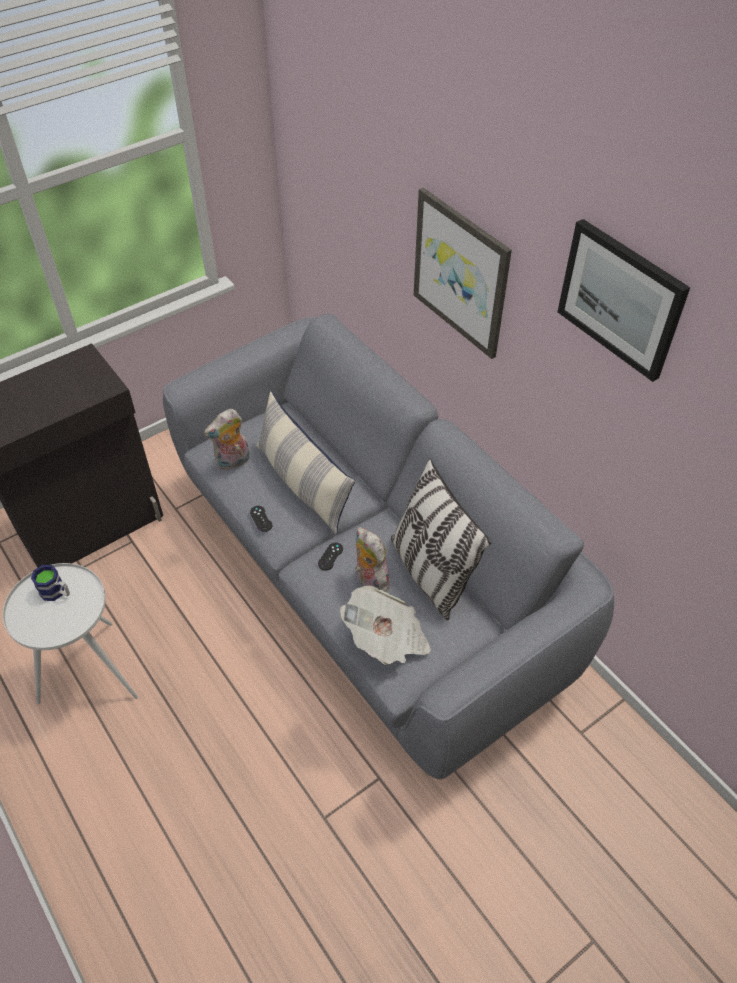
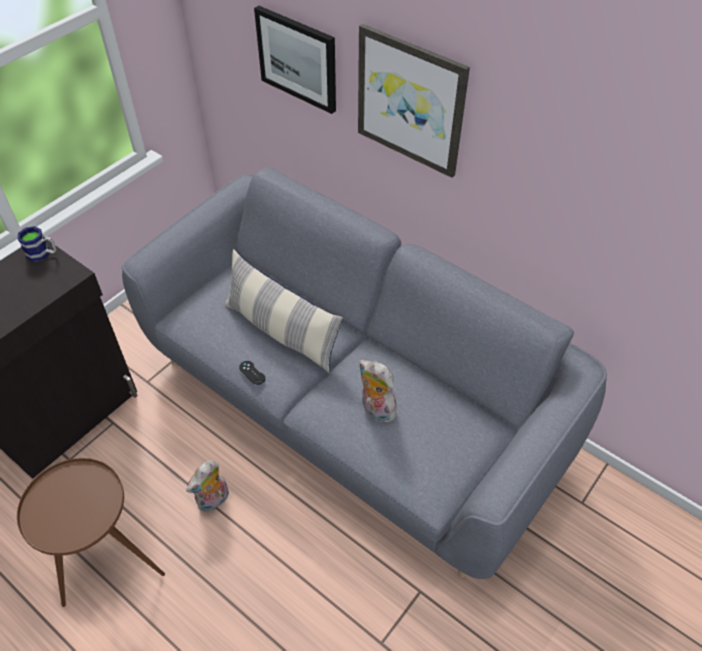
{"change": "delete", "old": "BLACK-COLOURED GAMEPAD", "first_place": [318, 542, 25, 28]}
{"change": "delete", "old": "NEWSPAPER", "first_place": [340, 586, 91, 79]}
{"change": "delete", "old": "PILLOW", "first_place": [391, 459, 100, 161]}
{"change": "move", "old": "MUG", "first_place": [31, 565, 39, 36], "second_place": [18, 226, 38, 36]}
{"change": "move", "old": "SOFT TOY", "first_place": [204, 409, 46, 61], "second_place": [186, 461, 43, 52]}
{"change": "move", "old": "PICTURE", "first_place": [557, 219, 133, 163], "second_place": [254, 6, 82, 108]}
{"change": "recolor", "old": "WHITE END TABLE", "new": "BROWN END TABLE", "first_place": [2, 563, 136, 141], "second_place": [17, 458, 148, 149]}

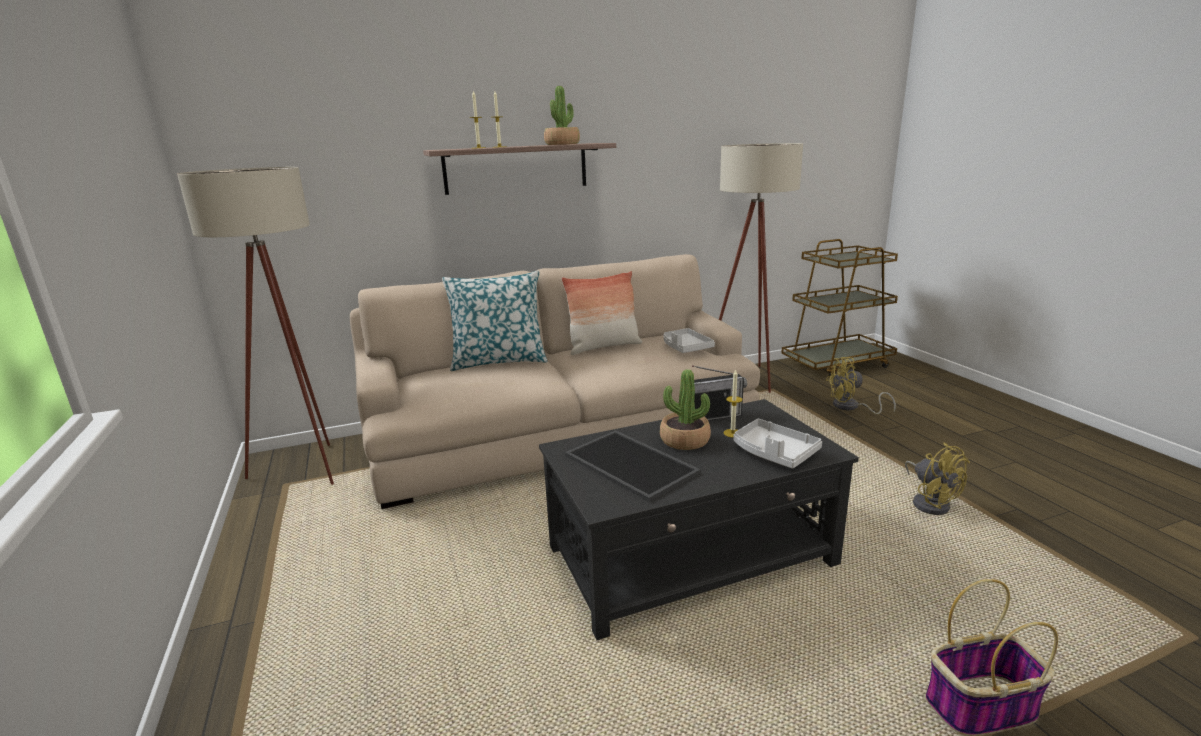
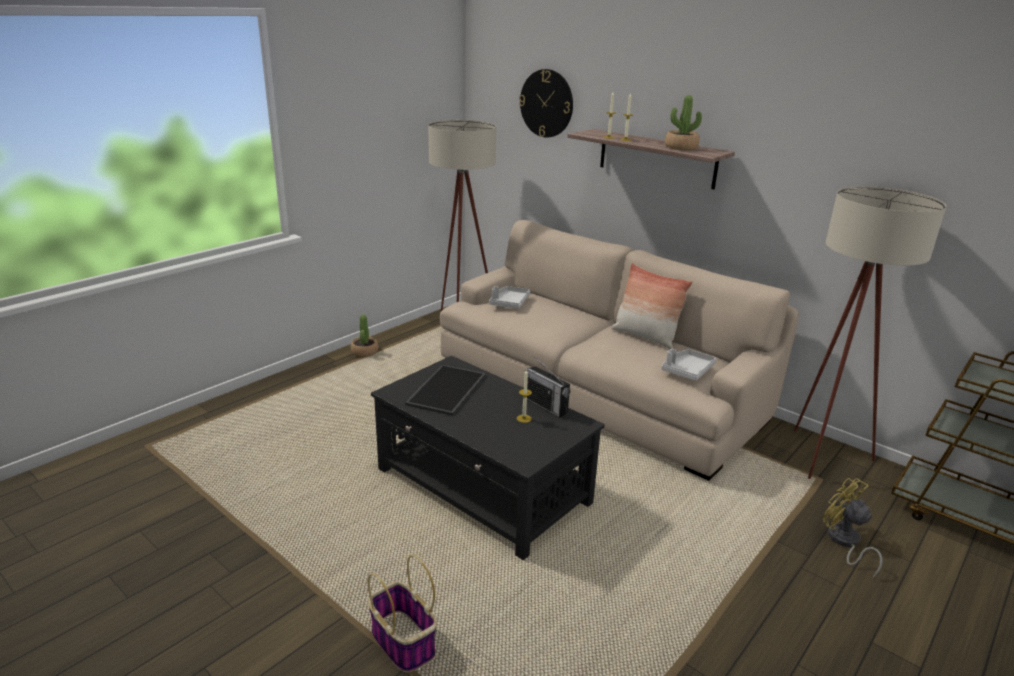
{"change": "delete", "old": "PILLOW", "first_place": [442, 271, 106, 100]}
{"change": "delete", "old": "YELLOWISH COOLING FAN", "first_place": [905, 442, 65, 73]}
{"change": "insert", "new": "CLOCK ON THE WALL", "second_place": [519, 69, 54, 69]}
{"change": "move", "old": "HOUSEPLANT", "first_place": [660, 369, 51, 81], "second_place": [351, 315, 27, 42]}
{"change": "move", "old": "GRAY CARRYING TRAY", "first_place": [734, 419, 88, 50], "second_place": [489, 286, 41, 23]}

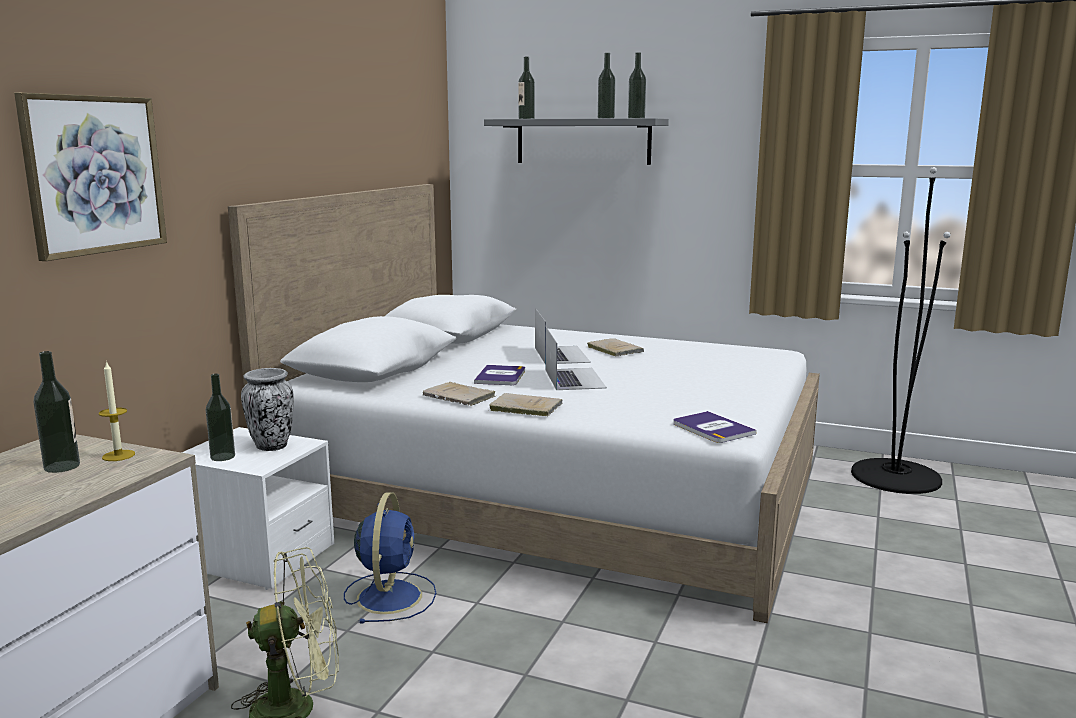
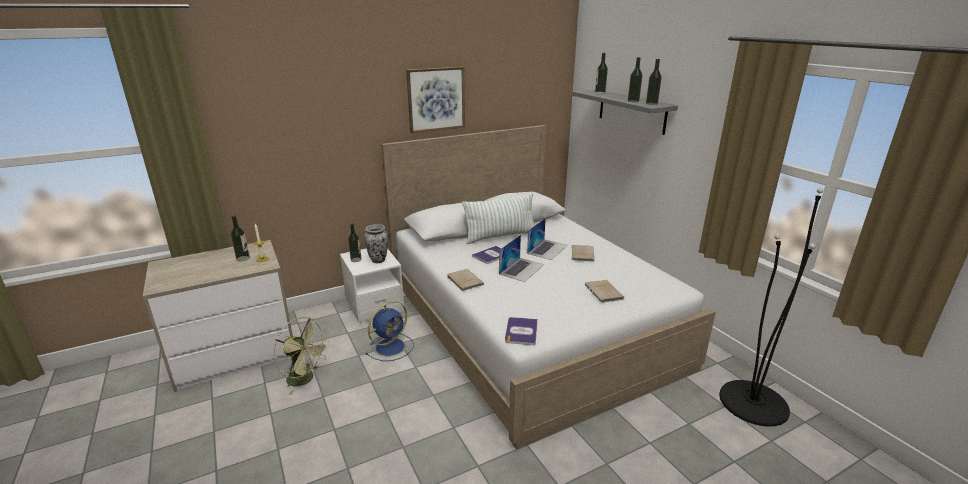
{"change": "insert", "new": "PILLOW", "second_place": [462, 193, 73, 51]}
{"change": "move", "old": "PICTURE", "first_place": [14, 92, 153, 169], "second_place": [406, 67, 59, 66]}
{"change": "move", "old": "BEIGE-COLOURED VOLUME", "first_place": [423, 382, 72, 24], "second_place": [585, 280, 39, 23]}

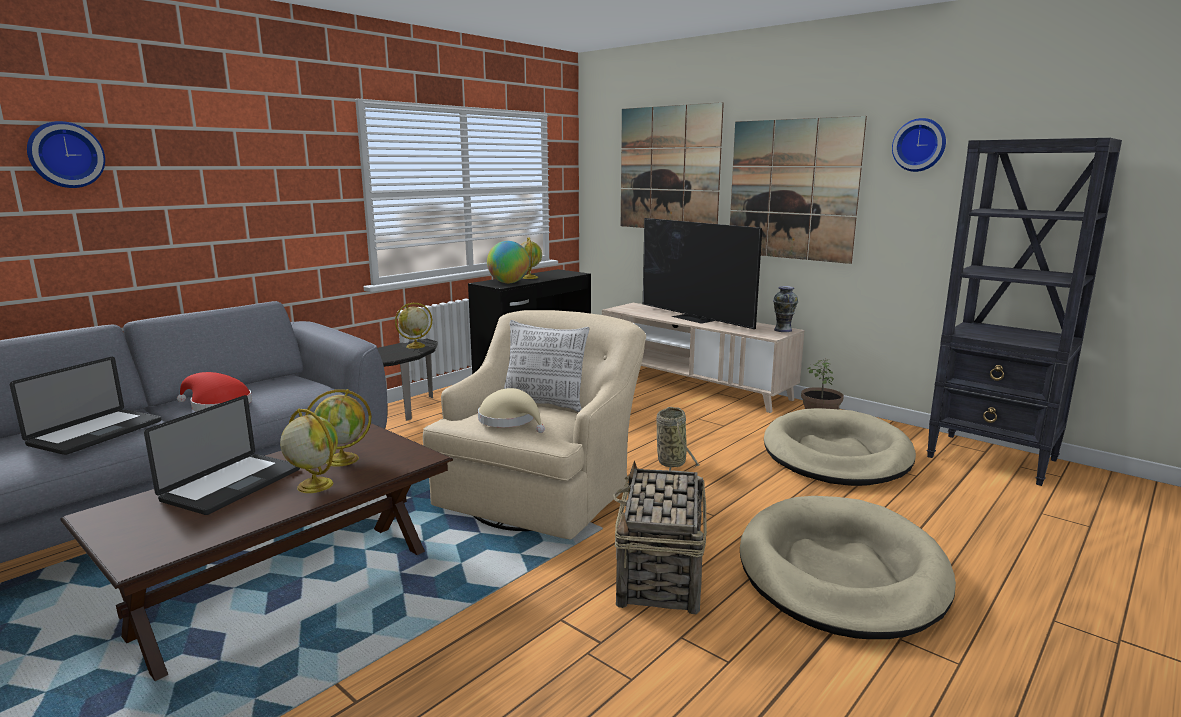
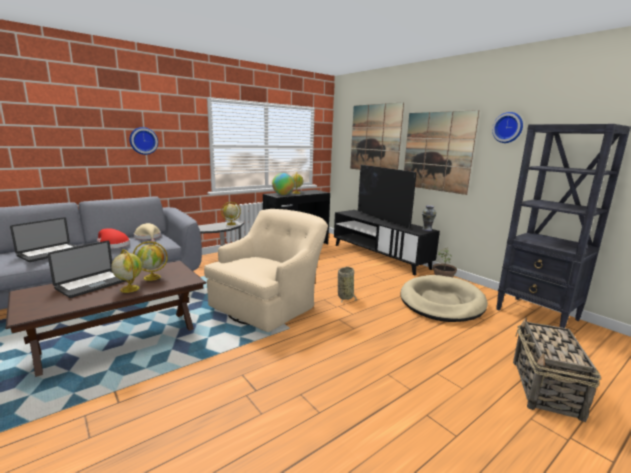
{"change": "delete", "old": "PILLOW", "first_place": [504, 320, 86, 92]}
{"change": "delete", "old": "BEIGE-COLOURED PET BED", "first_place": [740, 496, 216, 143]}
{"change": "move", "old": "CLOCK ON THE WALL", "first_place": [27, 121, 78, 67], "second_place": [130, 127, 28, 28]}
{"change": "move", "old": "BEIGE-COLOURED HAT", "first_place": [478, 388, 67, 45], "second_place": [134, 223, 27, 19]}
{"change": "move", "old": "STORAGE BASKET", "first_place": [613, 460, 94, 155], "second_place": [513, 318, 88, 104]}
{"change": "recolor", "old": "BEIGE-COLOURED TV STAND", "new": "BLACK-COLOURED TV STAND", "first_place": [602, 303, 202, 110], "second_place": [334, 210, 106, 65]}

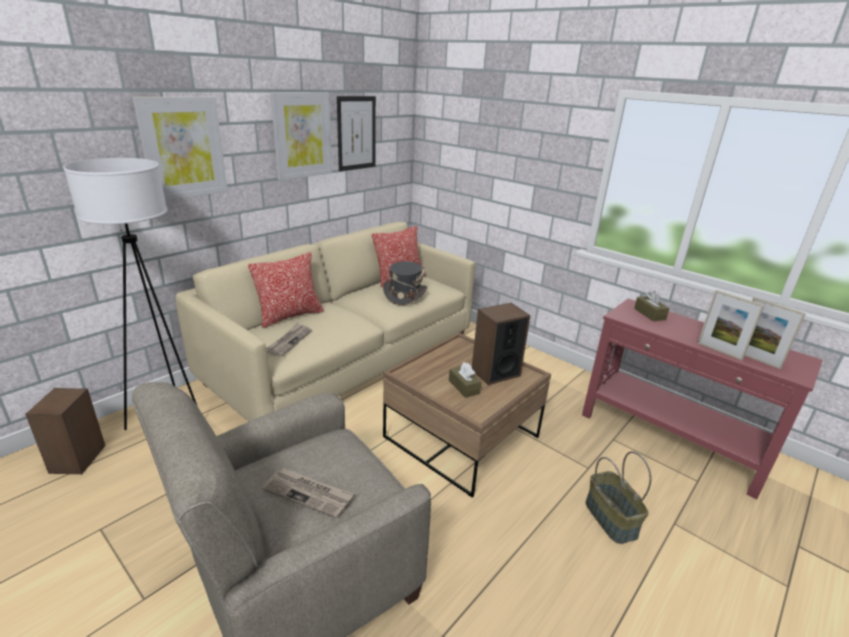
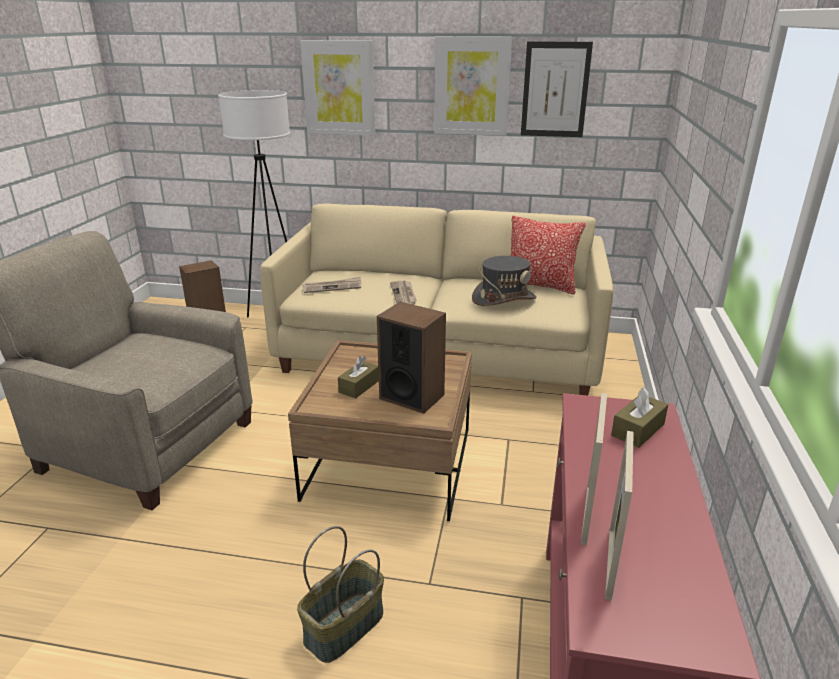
{"change": "delete", "old": "PILLOW", "first_place": [248, 252, 75, 76]}
{"change": "move", "old": "NEWSPAPER", "first_place": [262, 468, 92, 50], "second_place": [390, 281, 27, 24]}

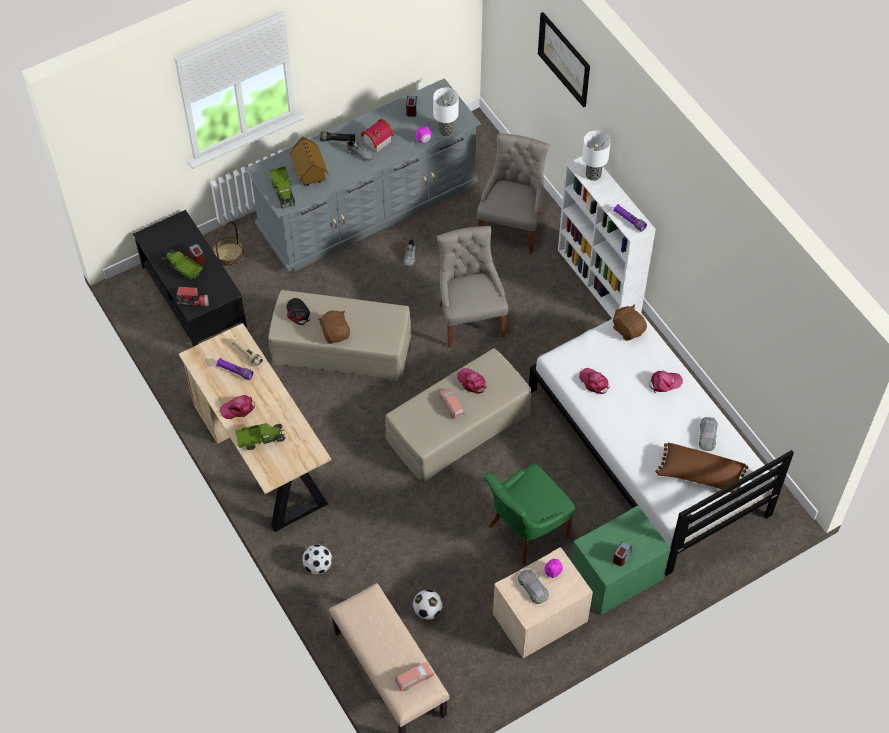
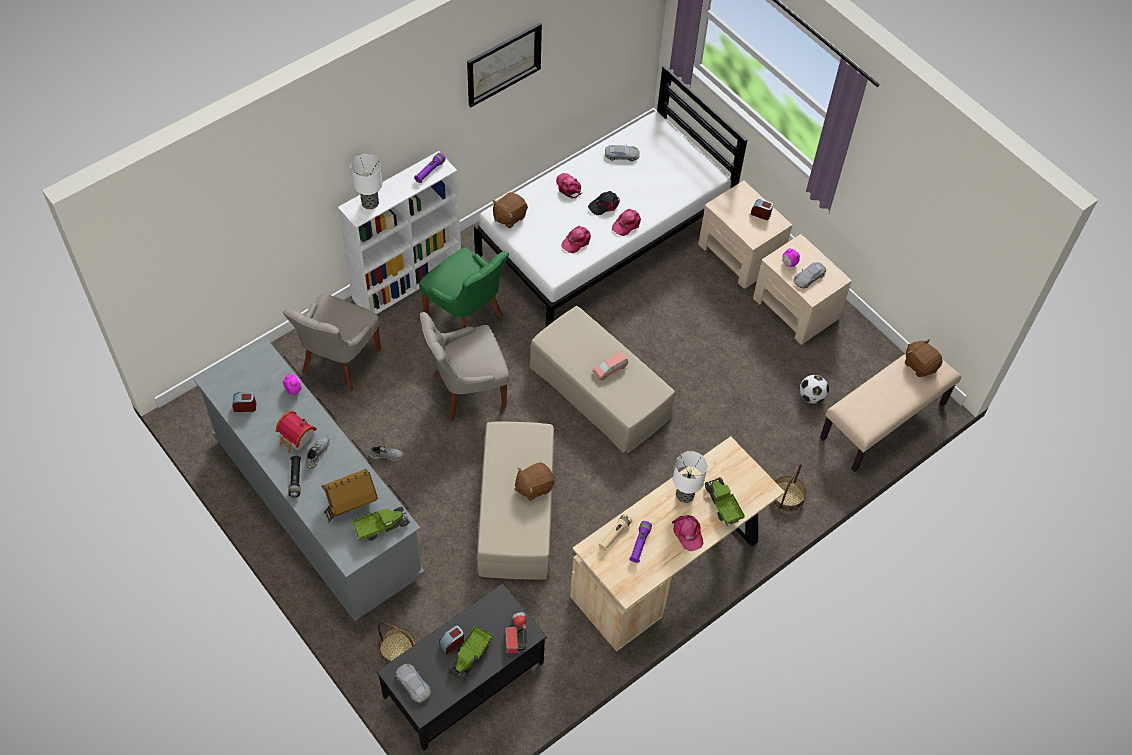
{"change": "delete", "old": "BROWN PILLOW", "first_place": [655, 443, 94, 50]}
{"change": "insert", "new": "GRAY TOY CAR", "second_place": [396, 664, 35, 39]}
{"change": "move", "old": "BLACK-COLOURED BASEBALL CAP", "first_place": [287, 298, 23, 27], "second_place": [588, 191, 32, 24]}
{"change": "move", "old": "TABLETOP LAMP", "first_place": [433, 87, 26, 49], "second_place": [673, 451, 34, 52]}
{"change": "move", "old": "PINK BASEBALL CAP", "first_place": [457, 368, 31, 26], "second_place": [612, 209, 29, 27]}
{"change": "move", "old": "GREEN PLAIN CHAIR", "first_place": [484, 463, 92, 102], "second_place": [419, 248, 90, 81]}
{"change": "move", "old": "PICTURE", "first_place": [538, 12, 52, 95], "second_place": [467, 22, 75, 86]}
{"change": "replace", "old": "FOOTBALL", "new": "STORAGE BASKET", "first_place": [302, 544, 30, 30], "second_place": [772, 462, 35, 50]}
{"change": "replace", "old": "PINK TOY CAR", "new": "BROWN SOFT TOY", "first_place": [395, 662, 39, 29], "second_place": [905, 339, 38, 38]}
{"change": "recolor", "old": "GREEN BEDSIDE TABLE", "new": "BEIGE-COLOURED BEDSIDE TABLE", "first_place": [571, 506, 100, 109], "second_place": [698, 181, 94, 108]}
{"change": "rotate", "old": "GRAY PLAIN CHAIR", "first_place": [477, 133, 72, 121], "second_place": [283, 294, 98, 98], "degrees": -75}

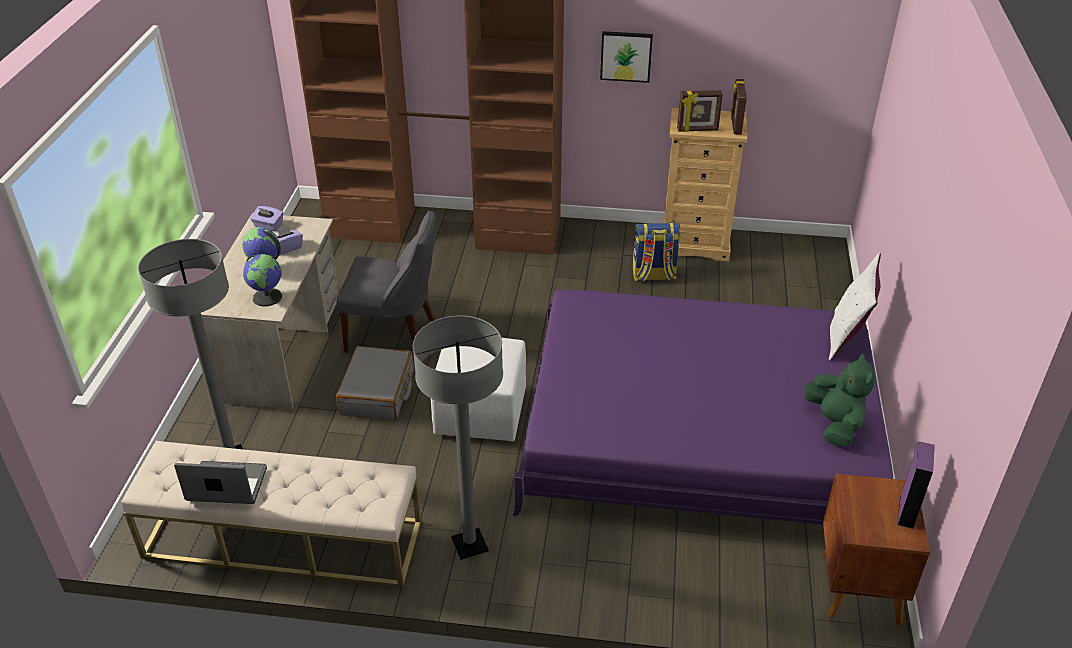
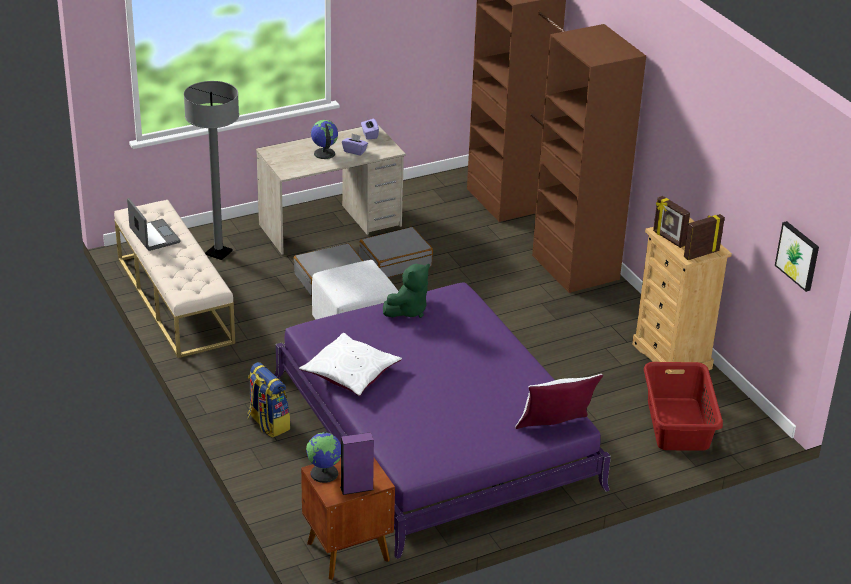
{"change": "delete", "old": "GRAY STANDARD LAMP", "first_place": [413, 316, 90, 244]}
{"change": "insert", "new": "WHITE PILLOW", "second_place": [299, 333, 103, 63]}
{"change": "insert", "new": "REDDISH LAUNDRY BASKET", "second_place": [644, 362, 79, 89]}
{"change": "move", "old": "DESK GLOBE", "first_place": [243, 254, 39, 53], "second_place": [306, 431, 35, 52]}
{"change": "move", "old": "PICTURE", "first_place": [600, 31, 53, 52], "second_place": [775, 221, 44, 71]}
{"change": "move", "old": "BACKPACK", "first_place": [633, 222, 47, 59], "second_place": [247, 362, 43, 75]}
{"change": "move", "old": "GREEN SOFT TOY", "first_place": [804, 354, 71, 93], "second_place": [383, 264, 47, 54]}
{"change": "replace", "old": "GRAY PLAIN CHAIR", "new": "GRAY SUITCASE", "first_place": [337, 211, 99, 141], "second_place": [359, 227, 74, 51]}

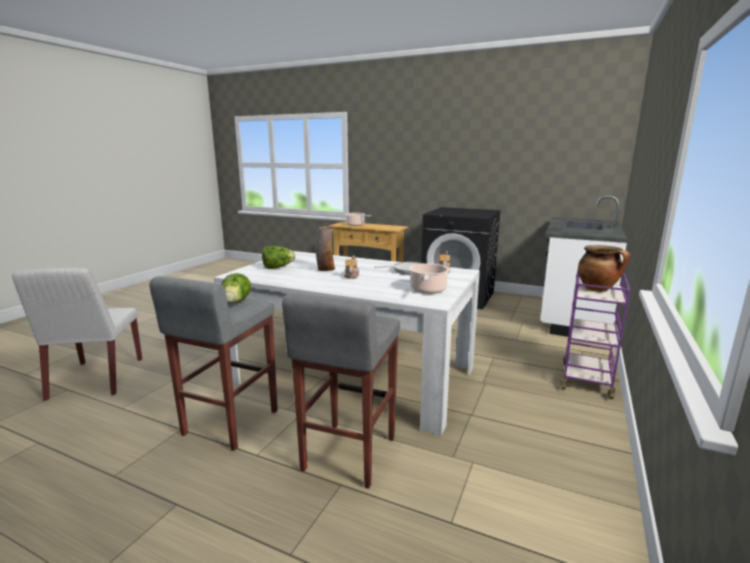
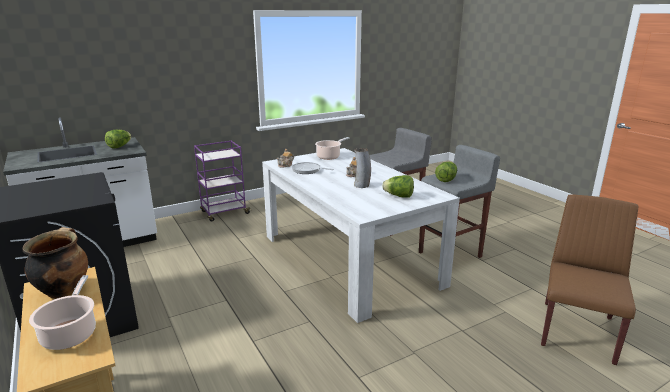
{"change": "insert", "new": "LETTUCE", "second_place": [105, 130, 27, 19]}
{"change": "move", "old": "COOKING POT", "first_place": [578, 245, 52, 47], "second_place": [23, 227, 65, 72]}
{"change": "recolor", "old": "WHITE PLAIN CHAIR", "new": "BROWN PLAIN CHAIR", "first_place": [12, 268, 130, 133], "second_place": [541, 194, 97, 171]}

